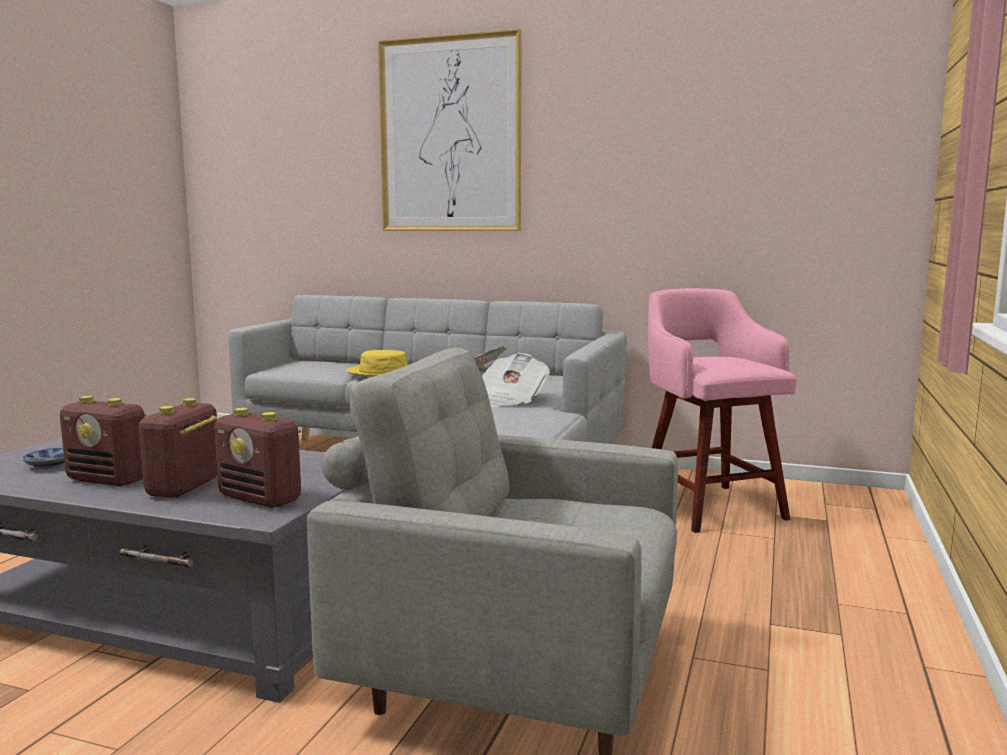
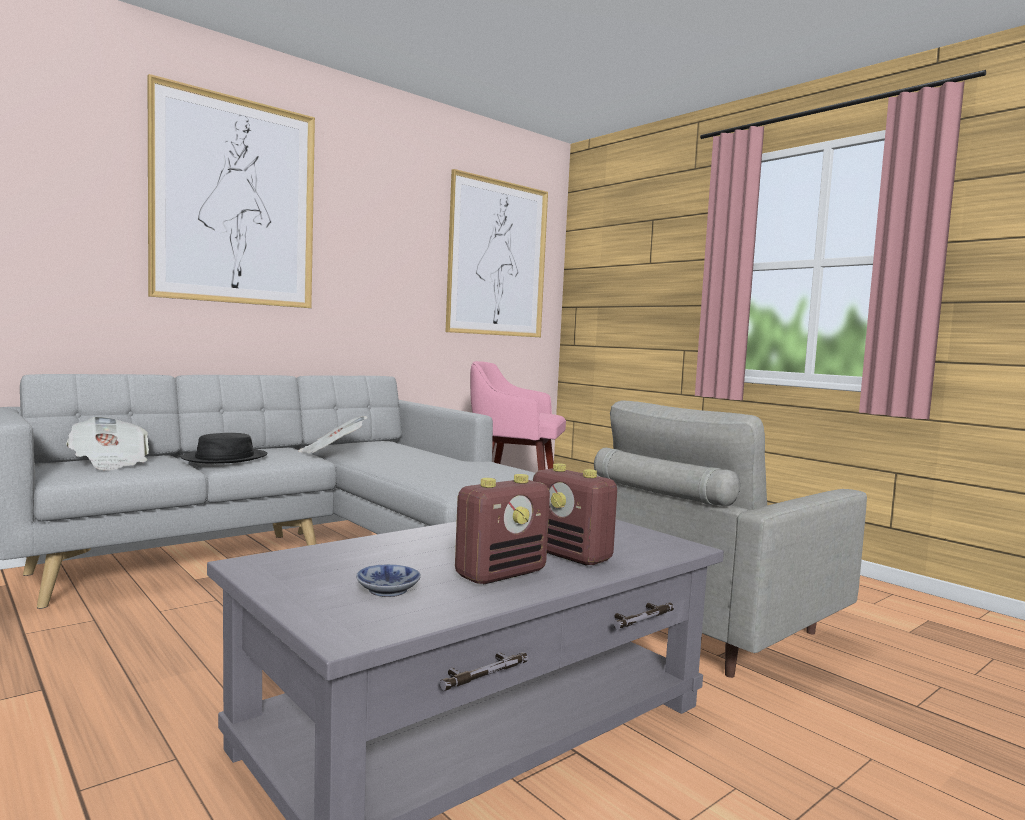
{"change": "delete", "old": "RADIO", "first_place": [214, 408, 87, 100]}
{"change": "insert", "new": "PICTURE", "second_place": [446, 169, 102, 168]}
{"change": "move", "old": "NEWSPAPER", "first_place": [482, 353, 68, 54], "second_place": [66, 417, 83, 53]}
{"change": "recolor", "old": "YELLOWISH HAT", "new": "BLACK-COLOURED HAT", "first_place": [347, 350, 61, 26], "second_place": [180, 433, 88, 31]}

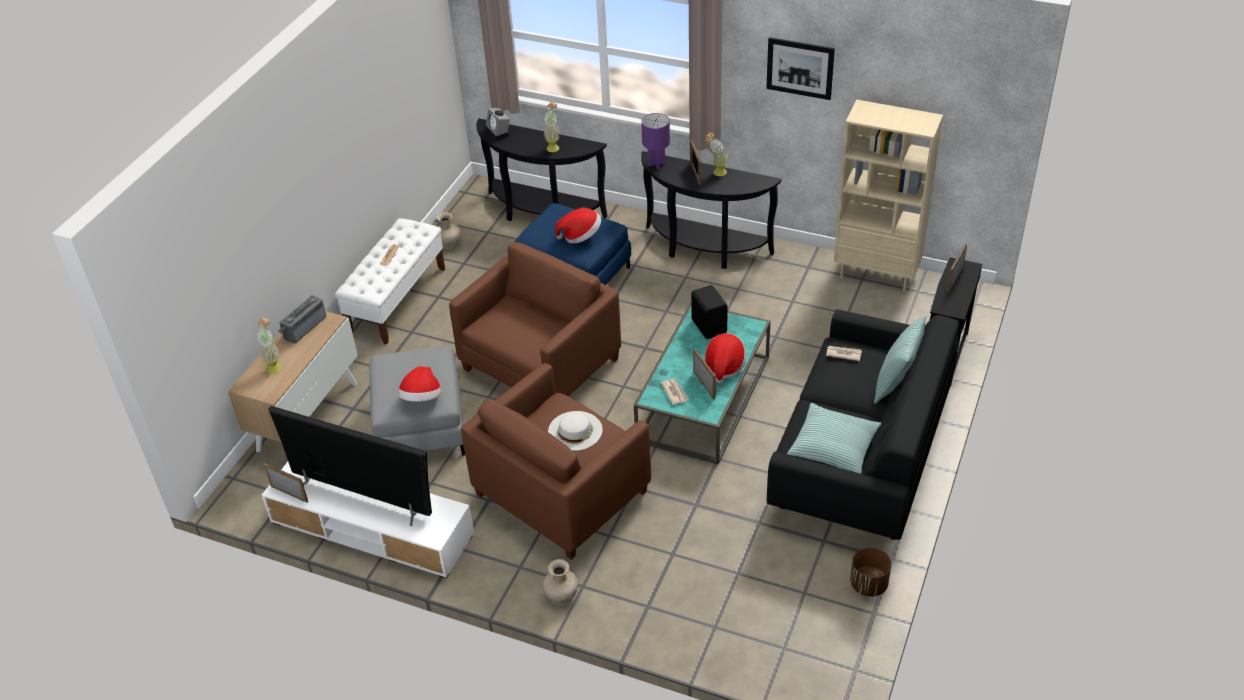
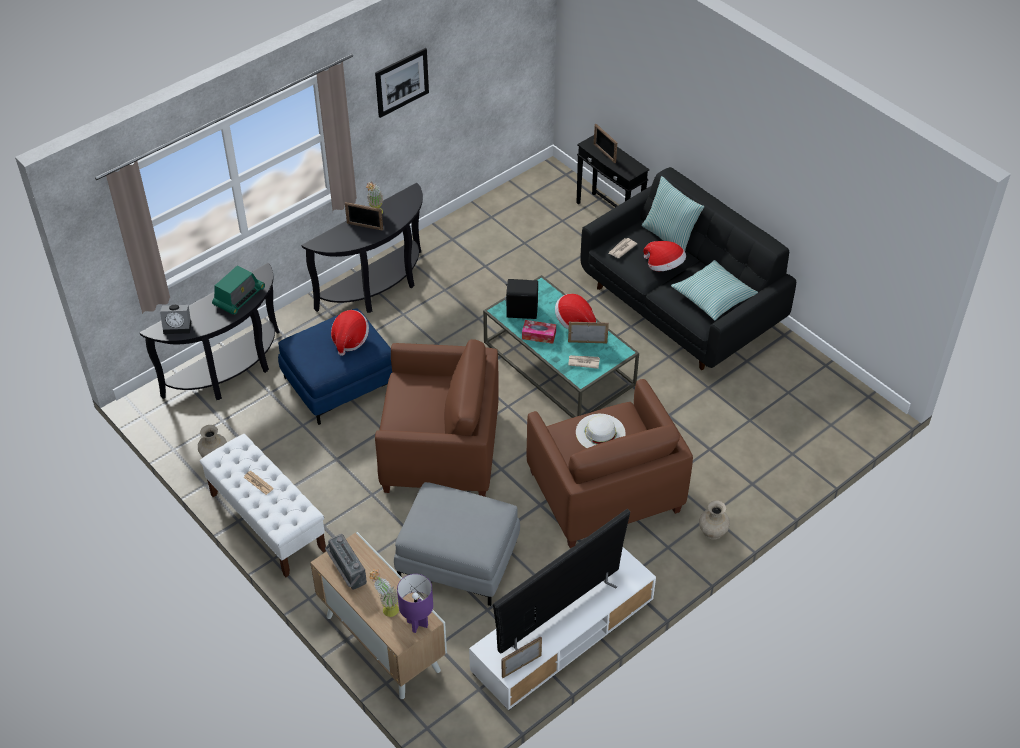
{"change": "delete", "old": "BEIGE-COLOURED BOOKCASE", "first_place": [834, 100, 109, 192]}
{"change": "delete", "old": "BROWN PLANT POT", "first_place": [850, 547, 41, 50]}
{"change": "insert", "new": "BOX OF TISSUES", "second_place": [522, 320, 34, 24]}
{"change": "move", "old": "HAT", "first_place": [398, 366, 43, 36], "second_place": [643, 241, 43, 30]}
{"change": "move", "old": "PURPLE TABLETOP LAMP", "first_place": [641, 113, 29, 56], "second_place": [397, 574, 36, 59]}
{"change": "replace", "old": "HOUSEPLANT", "new": "RADIO", "first_place": [543, 102, 16, 50], "second_place": [212, 265, 53, 49]}
{"change": "rotate", "old": "BROWN LOUNGE CHAIR", "first_place": [449, 242, 172, 154], "second_place": [375, 339, 124, 158], "degrees": 120}

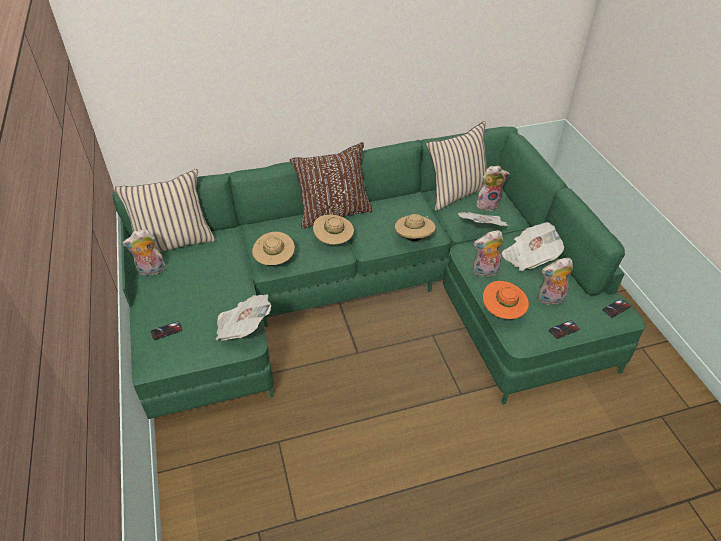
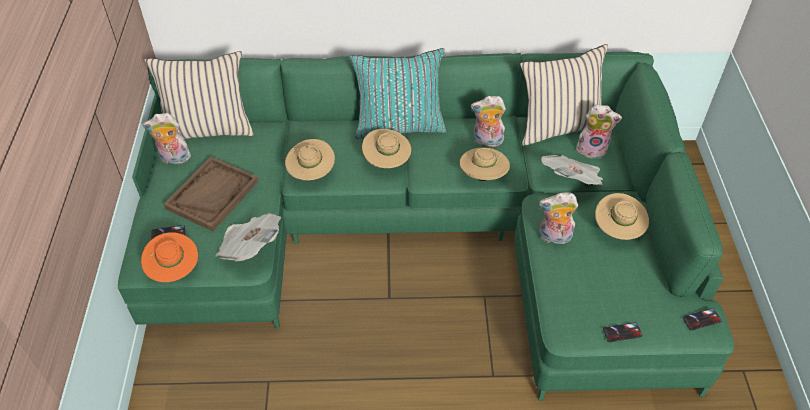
{"change": "insert", "new": "BROWN CARRYING TRAY", "second_place": [164, 157, 95, 74]}
{"change": "move", "old": "ORANGE-COLOURED HAT", "first_place": [483, 281, 46, 38], "second_place": [141, 232, 57, 50]}
{"change": "move", "old": "SOFT TOY", "first_place": [538, 258, 35, 47], "second_place": [471, 96, 35, 51]}
{"change": "replace", "old": "NEWSPAPER", "new": "BEIGE-COLOURED HAT", "first_place": [502, 222, 62, 49], "second_place": [595, 193, 54, 47]}
{"change": "recolor", "old": "BROWN PILLOW", "new": "TURQUOISE PILLOW", "first_place": [290, 142, 83, 87], "second_place": [350, 48, 96, 91]}

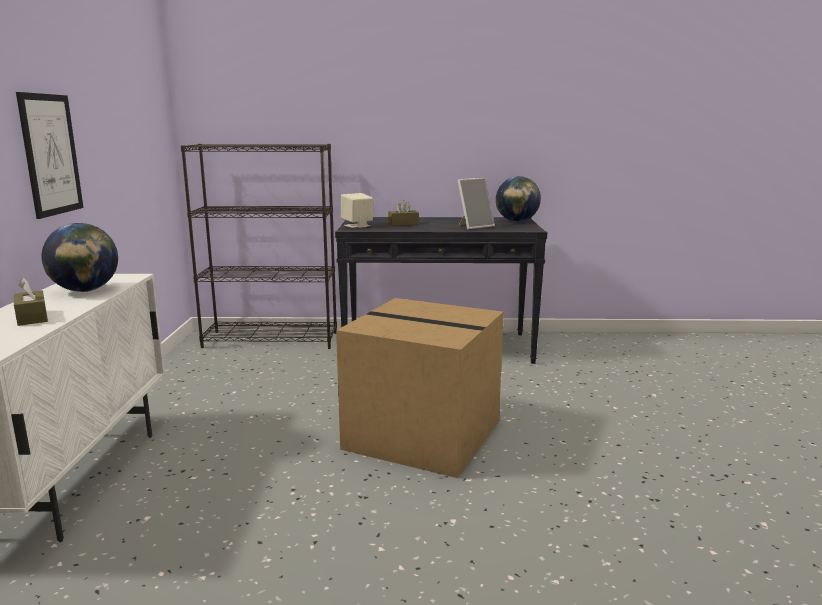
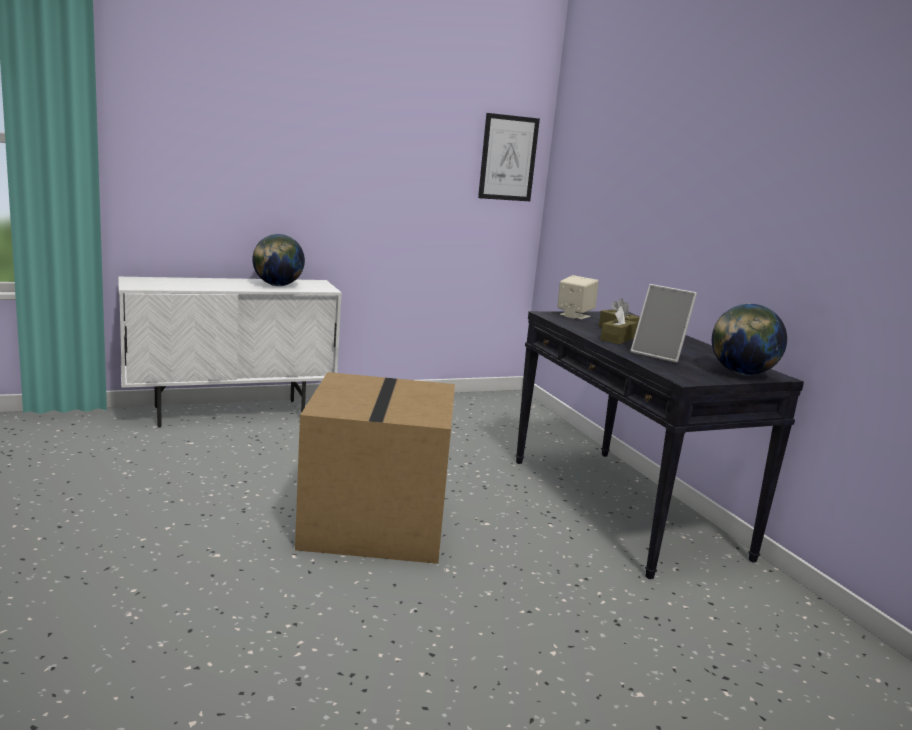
{"change": "delete", "old": "BLACK-COLOURED BOOKCASE", "first_place": [181, 144, 156, 205]}
{"change": "move", "old": "BROWN BOX OF TISSUES", "first_place": [14, 277, 34, 49], "second_place": [600, 307, 37, 37]}
{"change": "move", "old": "PICTURE", "first_place": [16, 92, 67, 127], "second_place": [478, 113, 62, 88]}

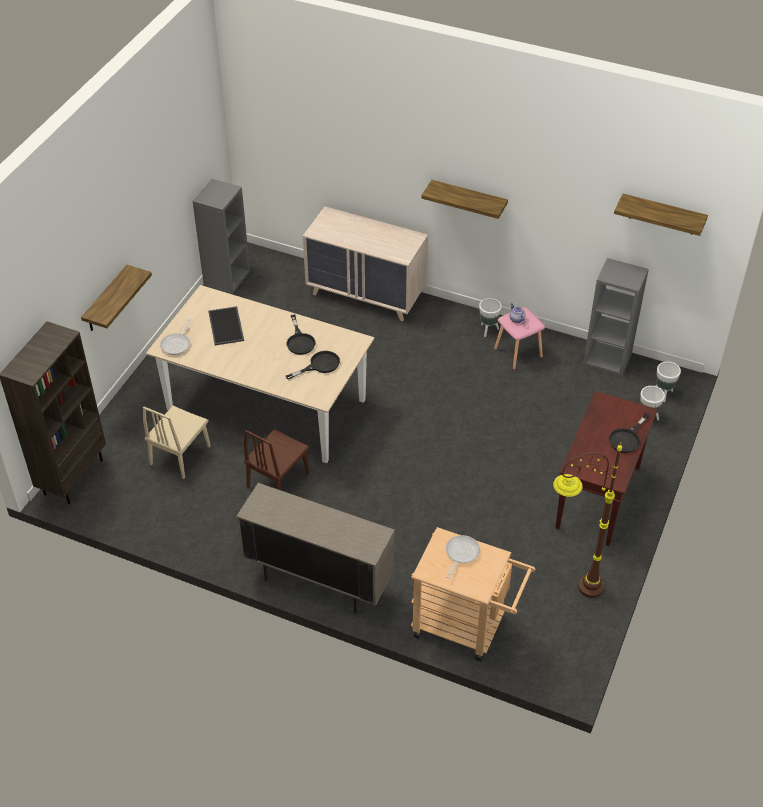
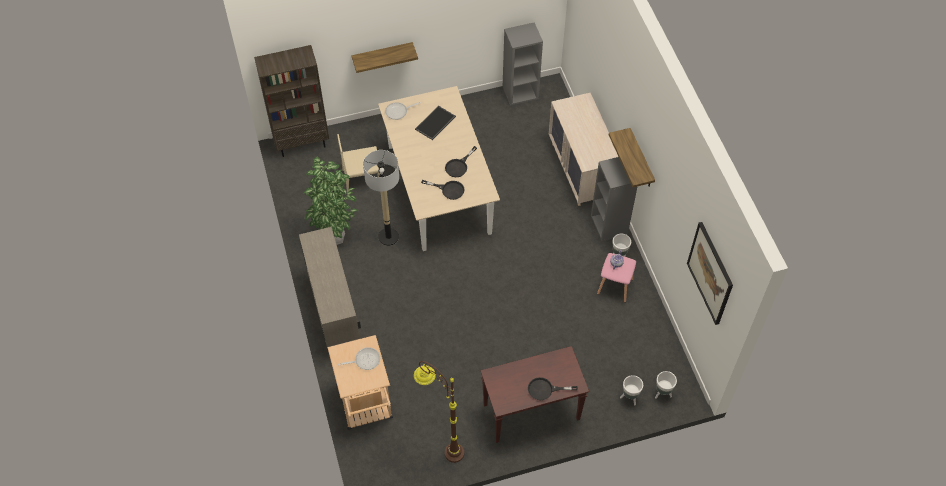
{"change": "insert", "new": "HOUSEPLANT", "second_place": [304, 157, 55, 88]}
{"change": "move", "old": "GRAY BOOKCASE", "first_place": [583, 258, 66, 118], "second_place": [591, 157, 47, 84]}
{"change": "replace", "old": "BROWN PLAIN CHAIR", "new": "STANDARD LAMP", "first_place": [244, 429, 66, 61], "second_place": [363, 150, 36, 96]}
{"change": "replace", "old": "SHELF", "new": "PICTURE", "first_place": [614, 194, 94, 42], "second_place": [687, 222, 46, 103]}

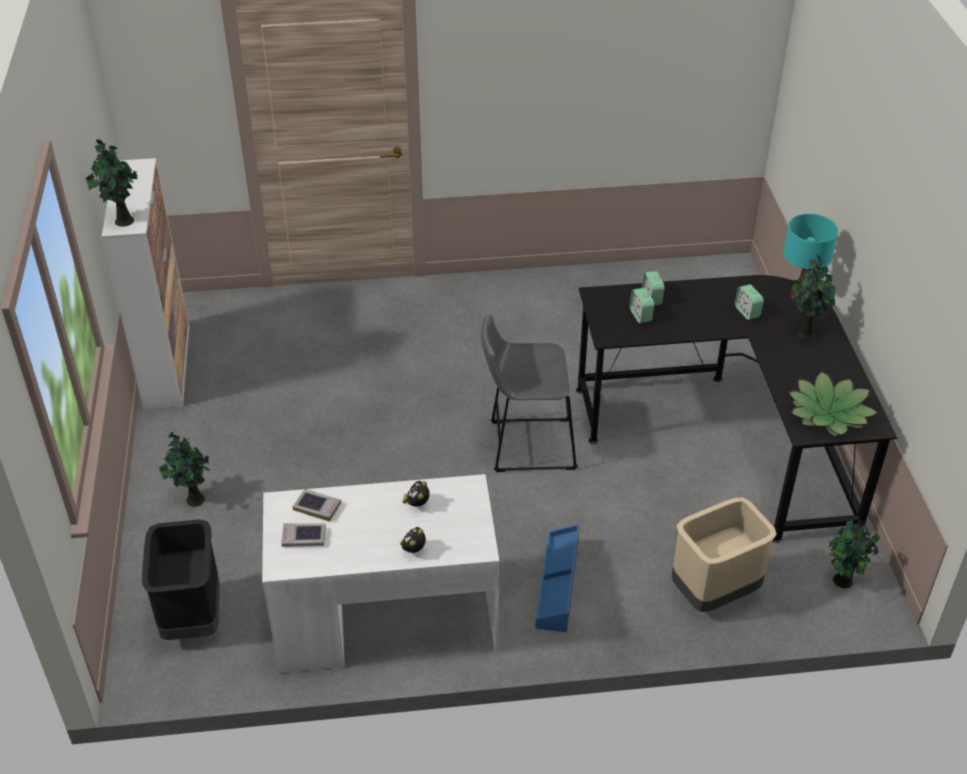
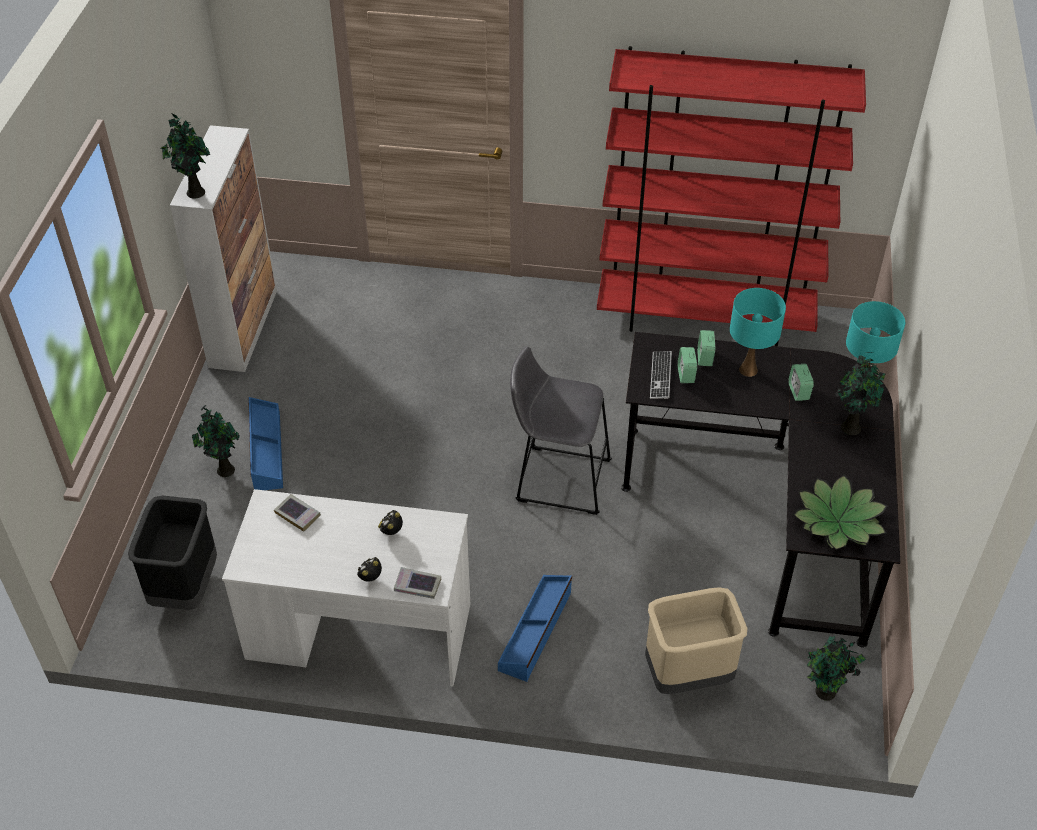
{"change": "insert", "new": "BLUISH STORAGE BIN", "second_place": [248, 397, 35, 93]}
{"change": "insert", "new": "REDDISH BOOKCASE", "second_place": [597, 46, 269, 300]}
{"change": "insert", "new": "KEYBOARD", "second_place": [650, 351, 22, 48]}
{"change": "insert", "new": "TURQUOISE TABLETOP LAMP", "second_place": [730, 288, 56, 89]}
{"change": "move", "old": "VOLUME", "first_place": [281, 523, 45, 24], "second_place": [394, 567, 47, 32]}

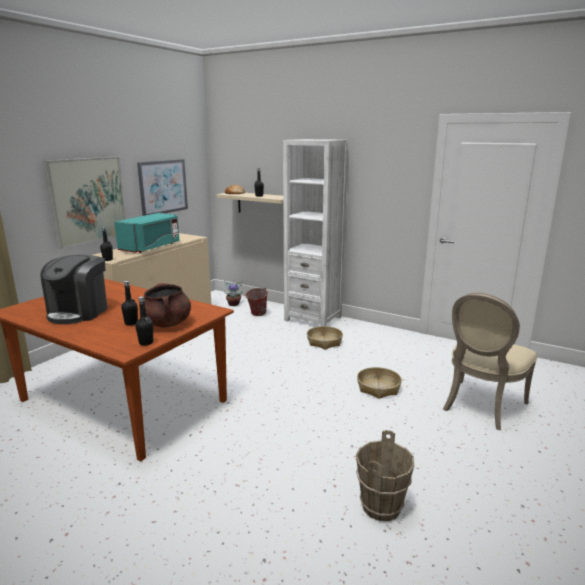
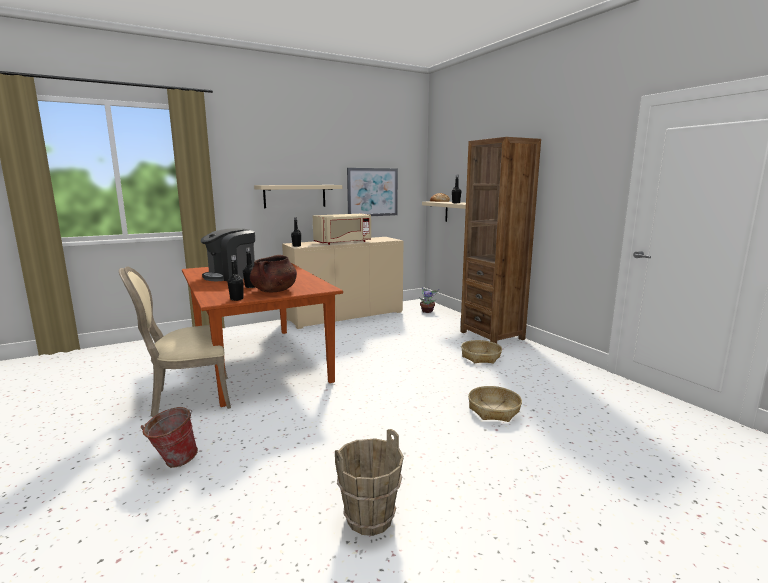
{"change": "move", "old": "BUCKET", "first_place": [246, 288, 22, 28], "second_place": [141, 407, 57, 61]}
{"change": "move", "old": "BEIGE-COLOURED PLAIN CHAIR", "first_place": [443, 292, 94, 138], "second_place": [119, 266, 112, 151]}
{"change": "replace", "old": "PICTURE", "new": "BEIGE-COLOURED SHELF", "first_place": [43, 157, 83, 92], "second_place": [254, 185, 88, 23]}
{"change": "recolor", "old": "TURQUOISE MICROWAVE", "new": "BEIGE-COLOURED MICROWAVE", "first_place": [114, 213, 66, 40], "second_place": [313, 214, 58, 31]}
{"change": "recolor", "old": "WHITE BOOKCASE", "new": "BROWN BOOKCASE", "first_place": [283, 139, 65, 187], "second_place": [460, 137, 81, 206]}

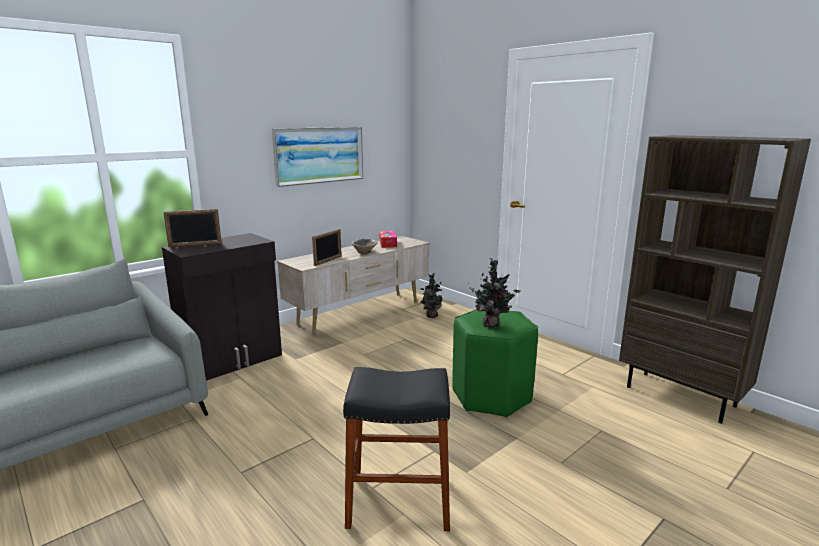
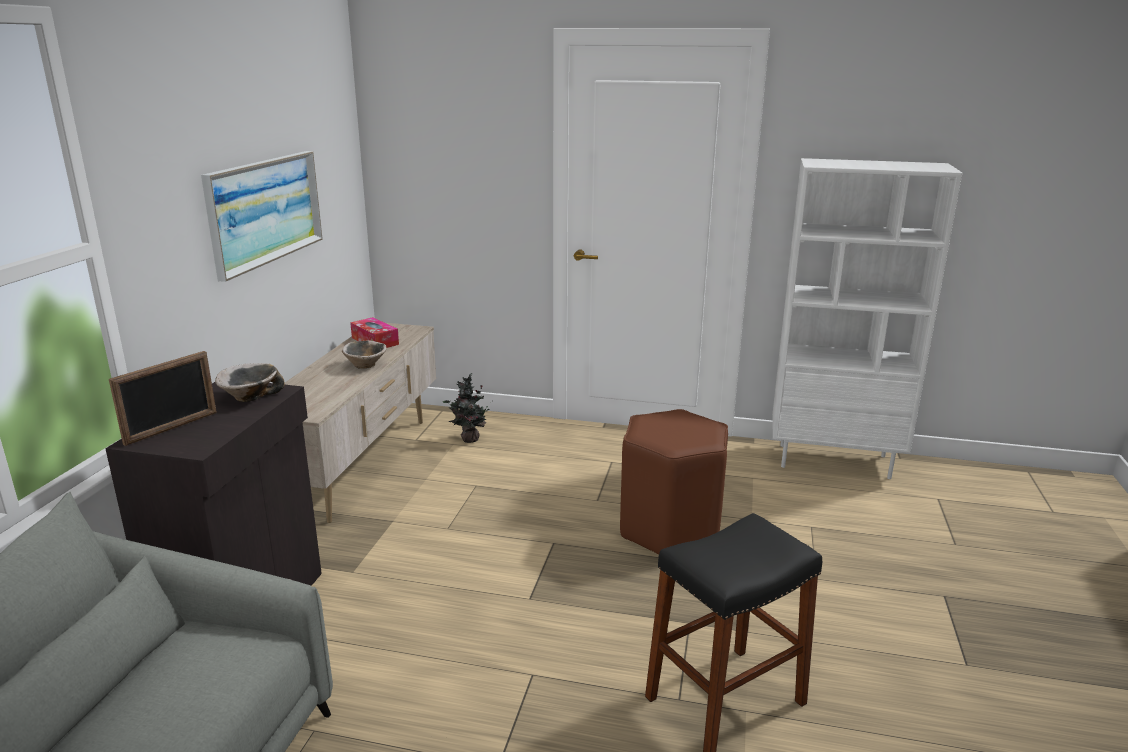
{"change": "delete", "old": "PHOTO FRAME", "first_place": [312, 229, 30, 37]}
{"change": "delete", "old": "HOUSEPLANT", "first_place": [468, 258, 53, 70]}
{"change": "insert", "new": "BOWL", "second_place": [215, 363, 70, 39]}
{"change": "recolor", "old": "GREEN STOOL SEAT", "new": "BROWN STOOL SEAT", "first_place": [452, 309, 86, 109], "second_place": [620, 409, 108, 146]}
{"change": "recolor", "old": "BROWN BOOKCASE", "new": "WHITE BOOKCASE", "first_place": [619, 135, 192, 289], "second_place": [772, 158, 190, 321]}

